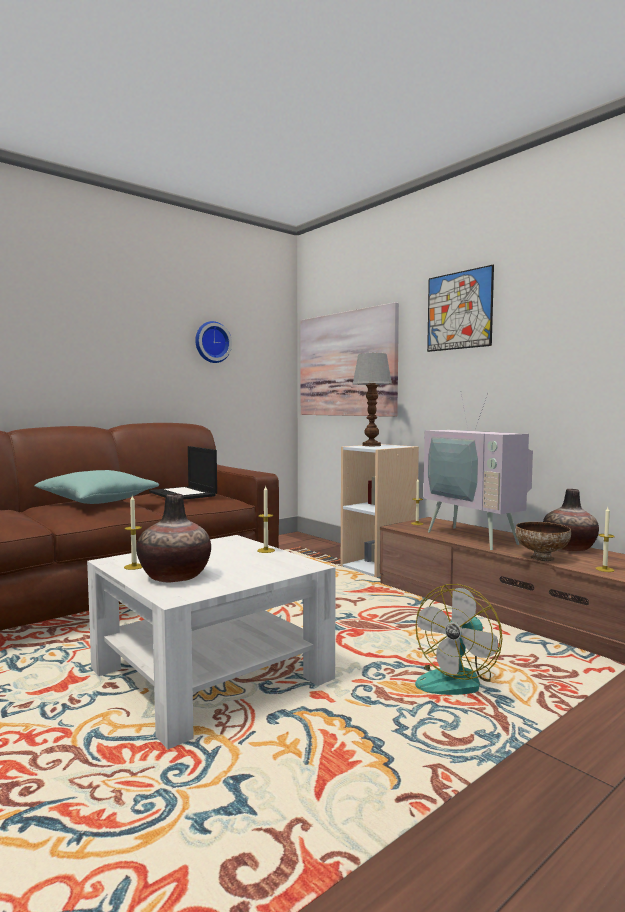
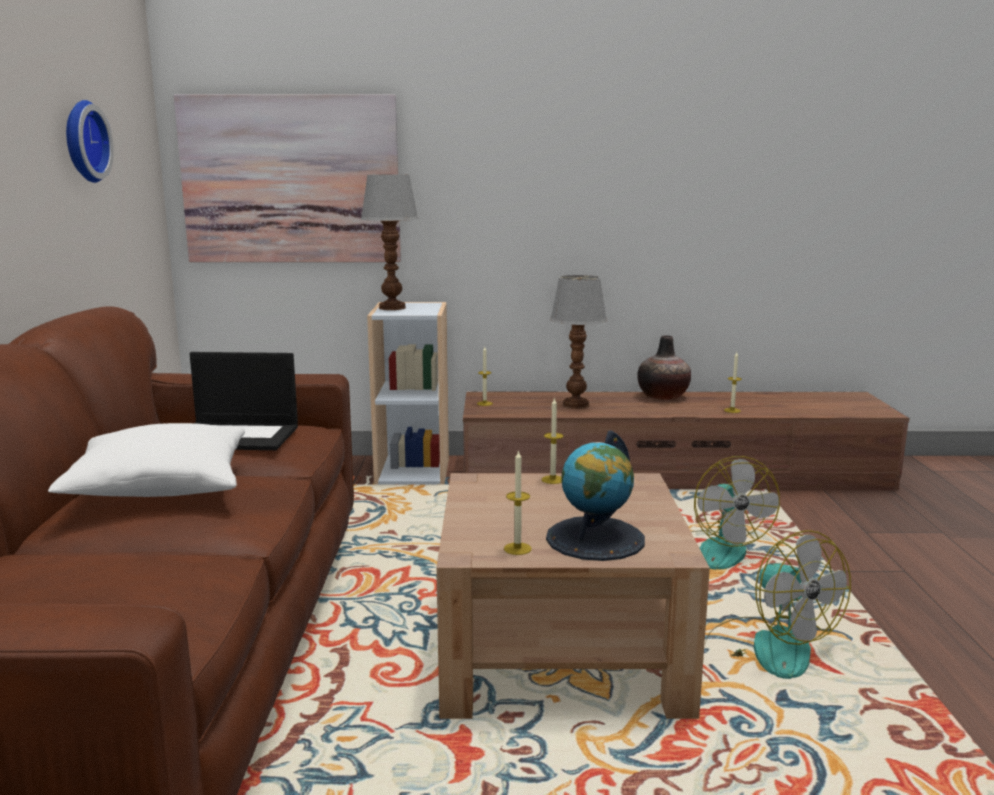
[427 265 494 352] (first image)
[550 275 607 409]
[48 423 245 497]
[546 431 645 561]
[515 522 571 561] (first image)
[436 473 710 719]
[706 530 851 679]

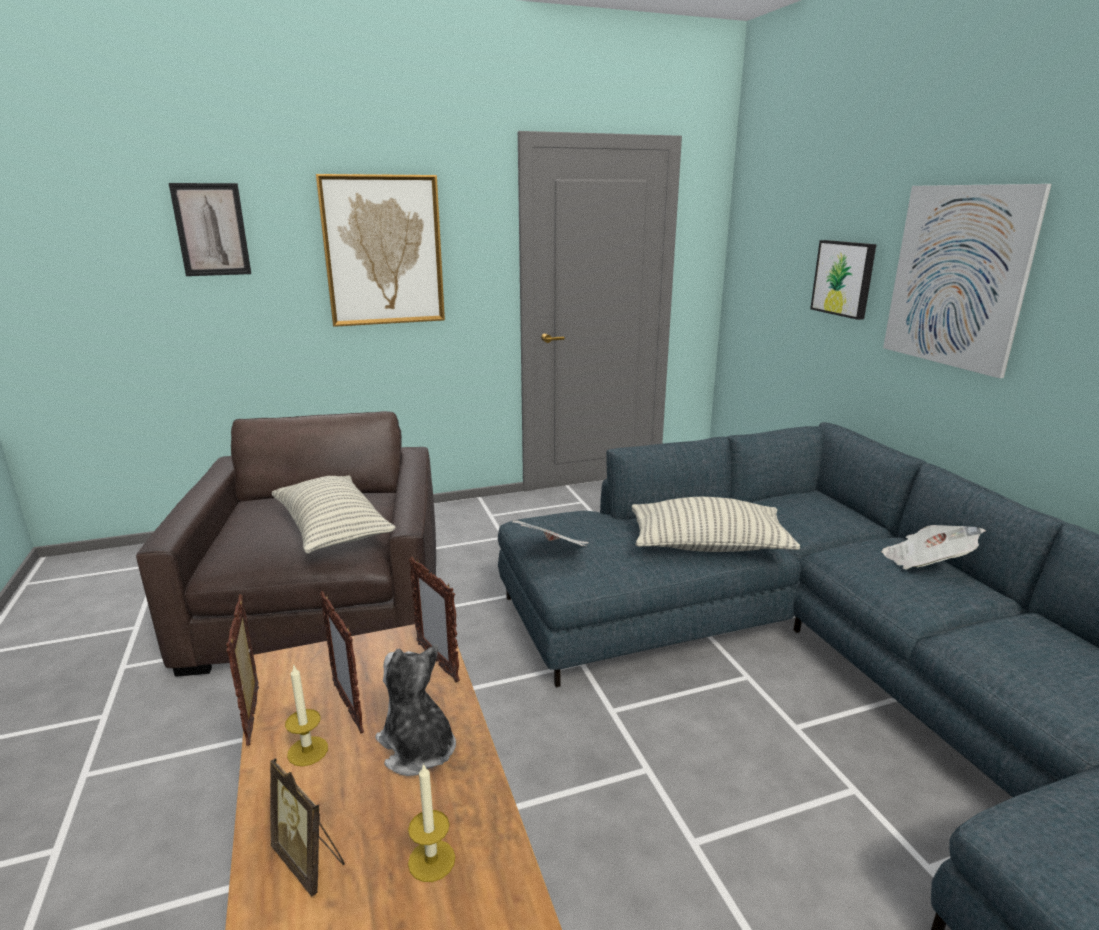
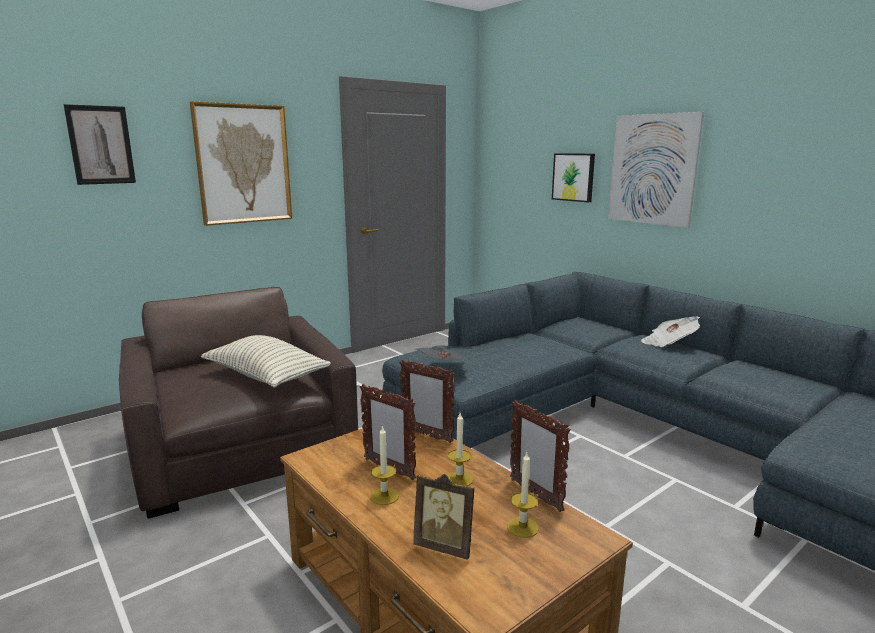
[632 497 800 552] (first image)
[510 400 571 512]
[447 413 473 486]

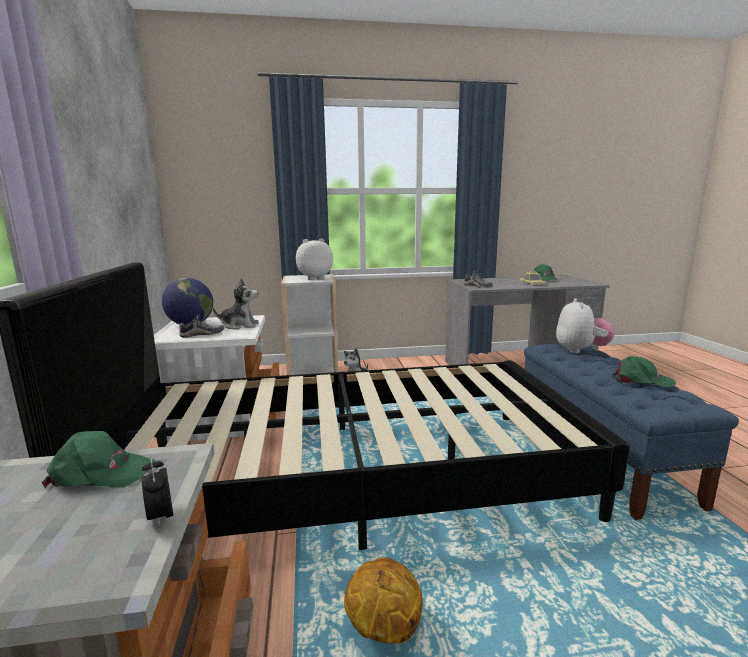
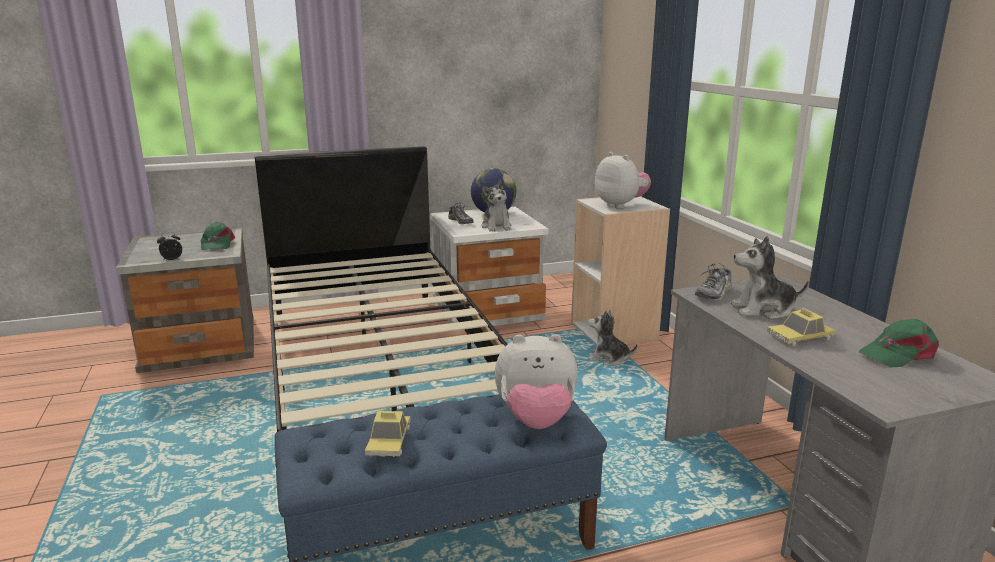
[365 411 411 457]
[344 558 423 644] (first image)
[731 236 809 319]

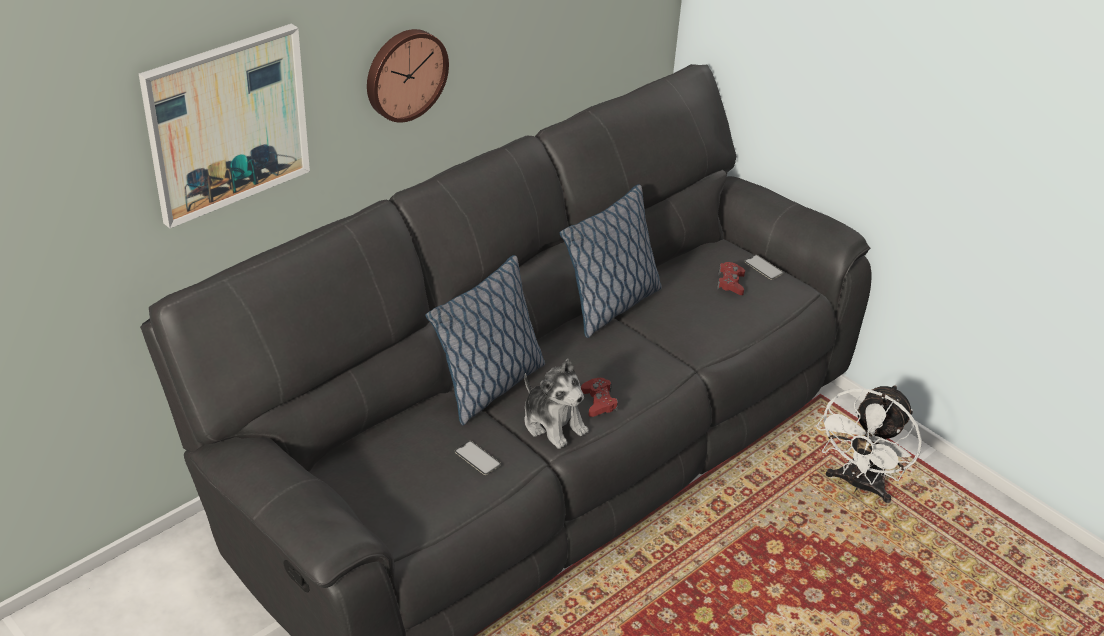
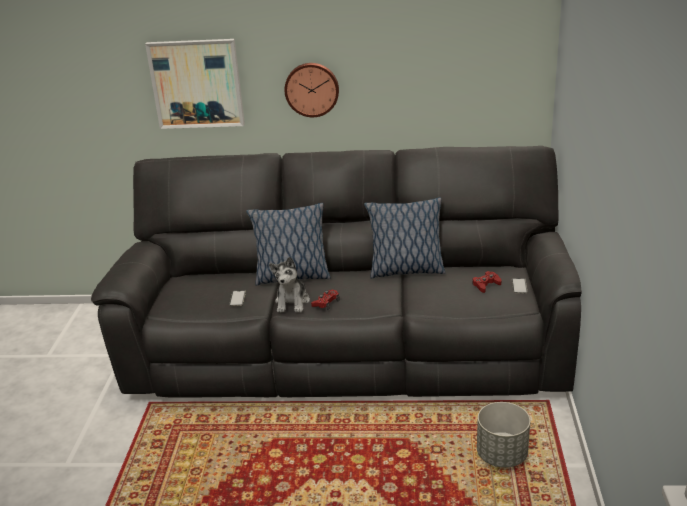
[477 402 530 468]

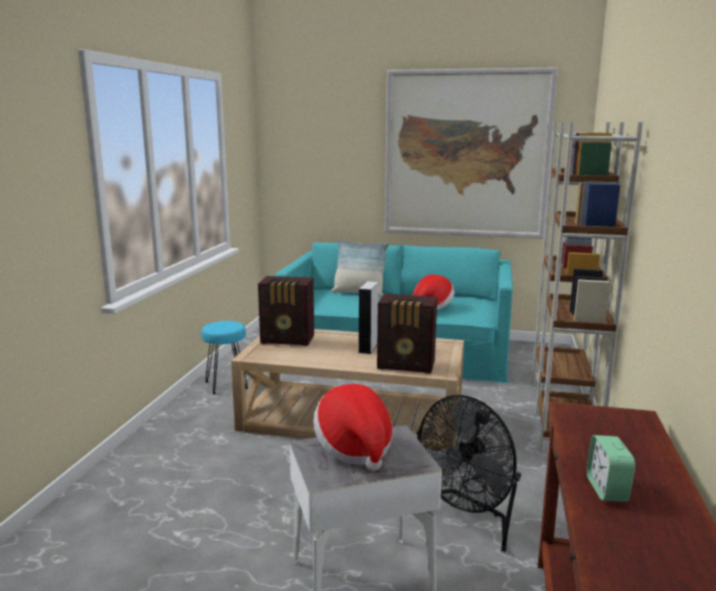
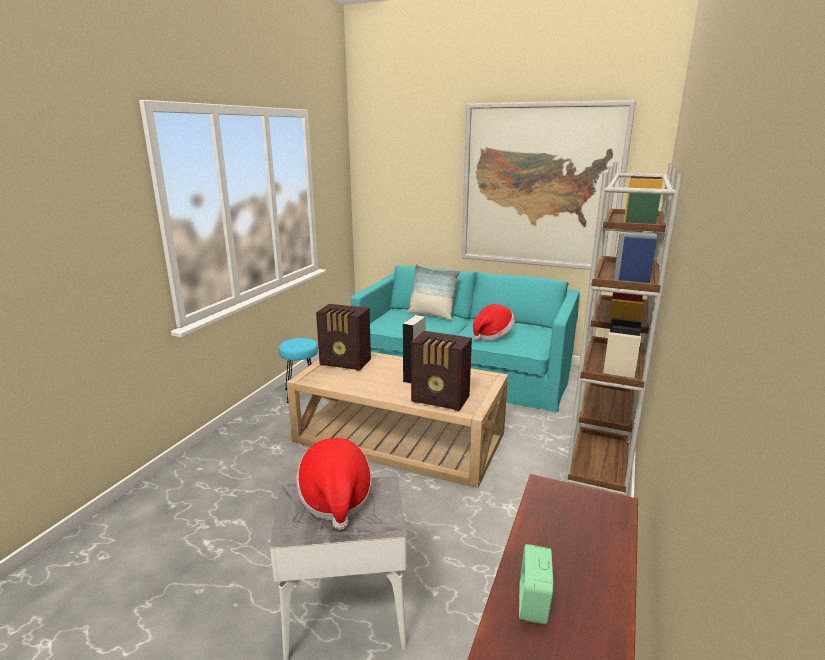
[416 395 521 552] (first image)

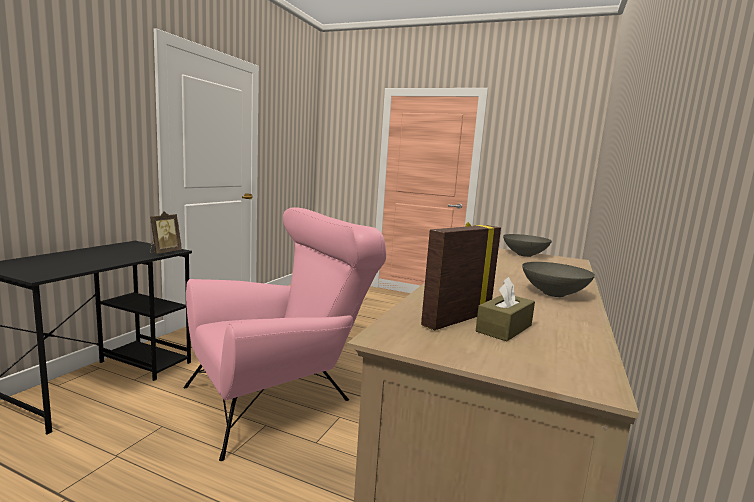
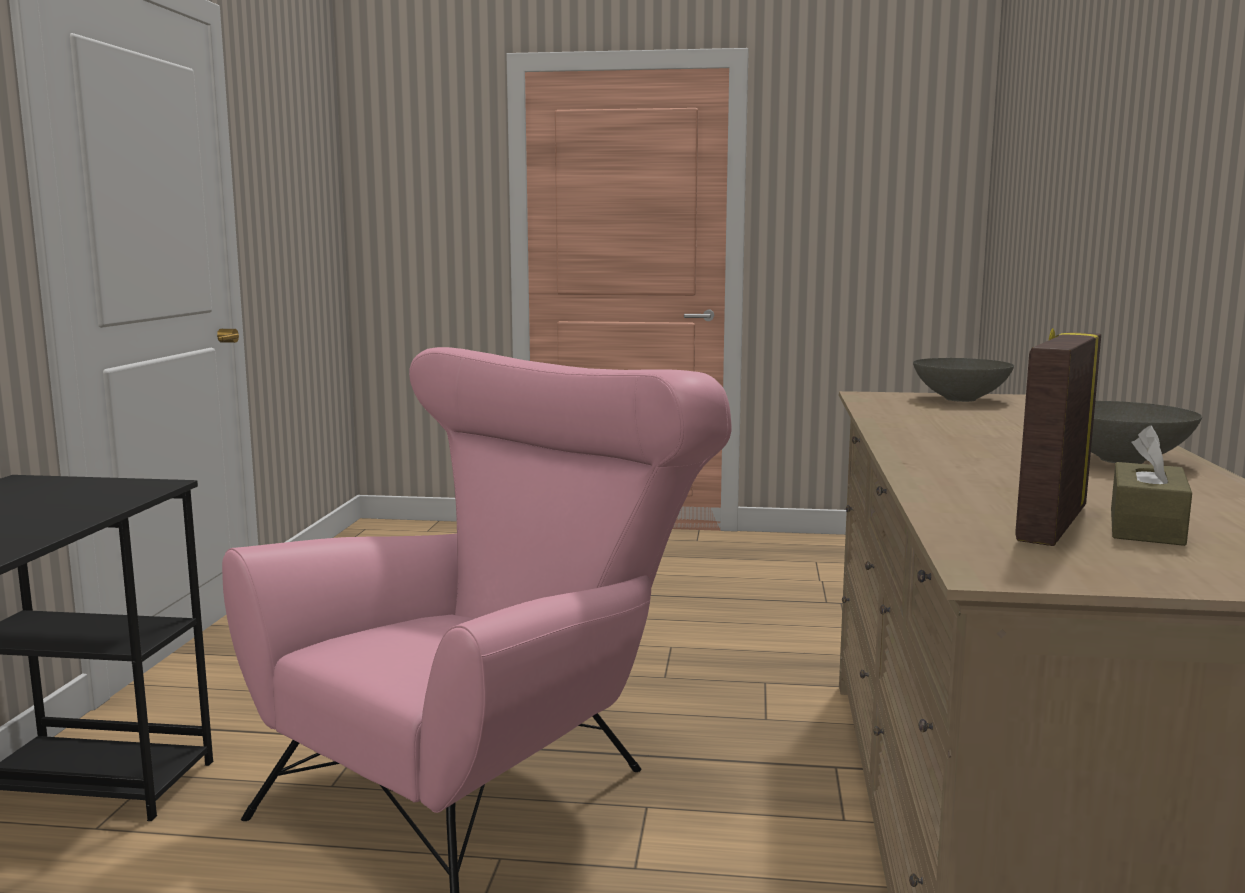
[150 211 182 254] (first image)

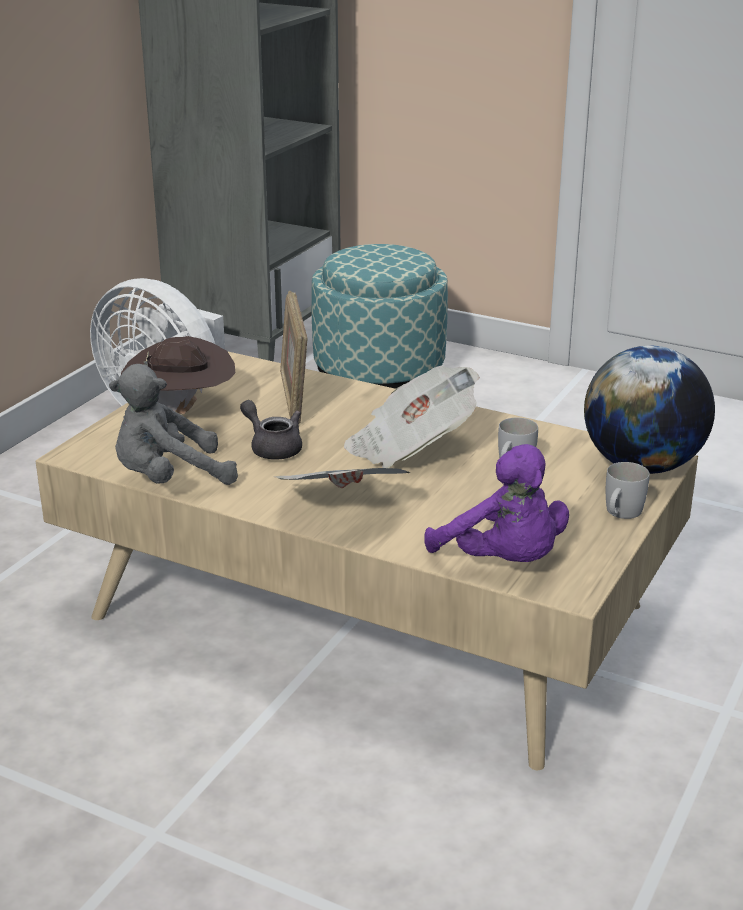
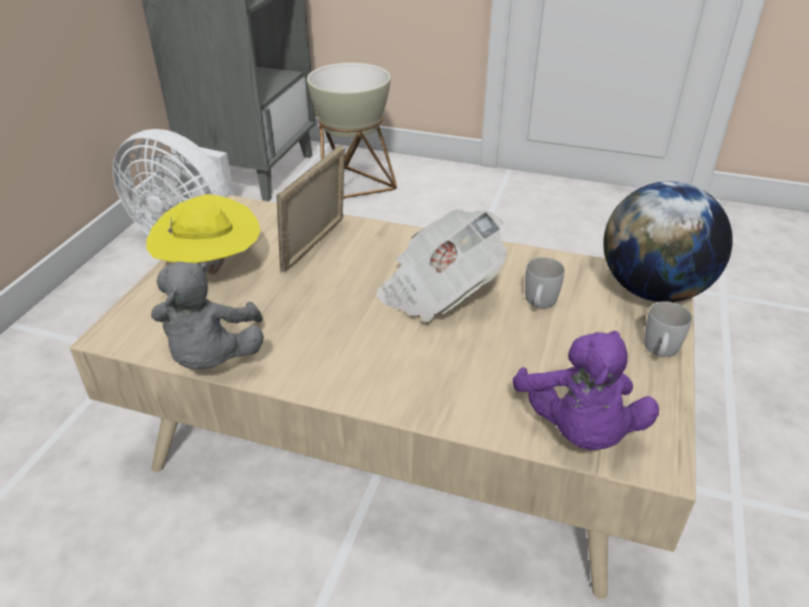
[307 63 397 198]
[276 145 345 272]
[146 194 260 276]
[151 261 264 370]
[240 400 302 460] (first image)
[513 331 659 450]
[275 468 410 488] (first image)

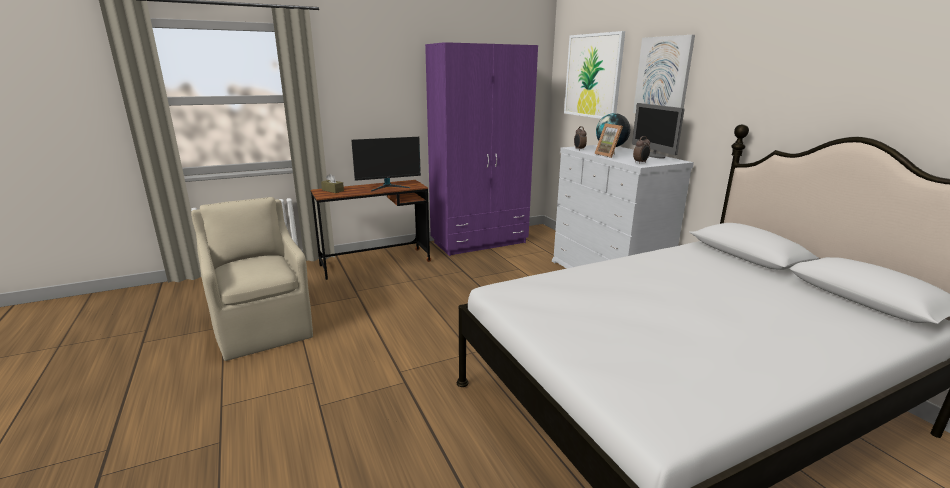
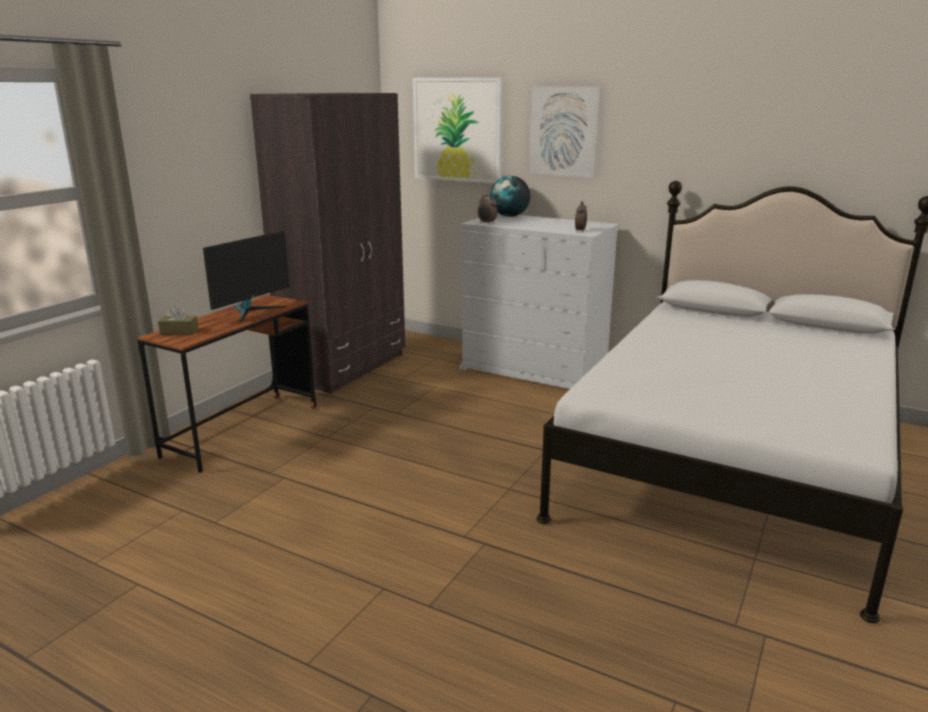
[250 93 405 394]
[632 103 685 159] (first image)
[594 123 623 158] (first image)
[191 197 313 361] (first image)

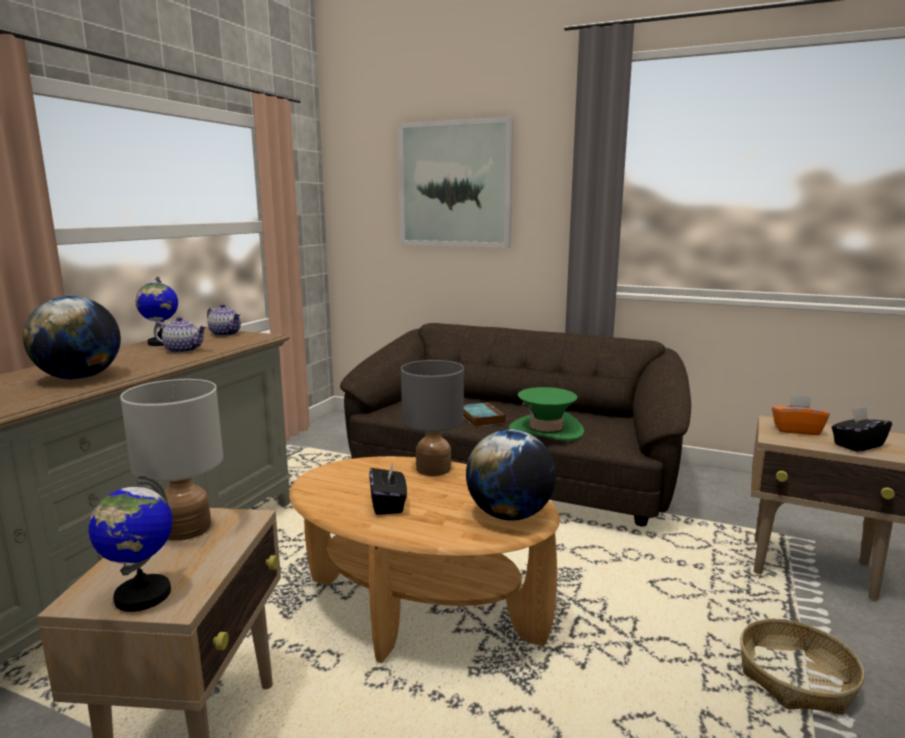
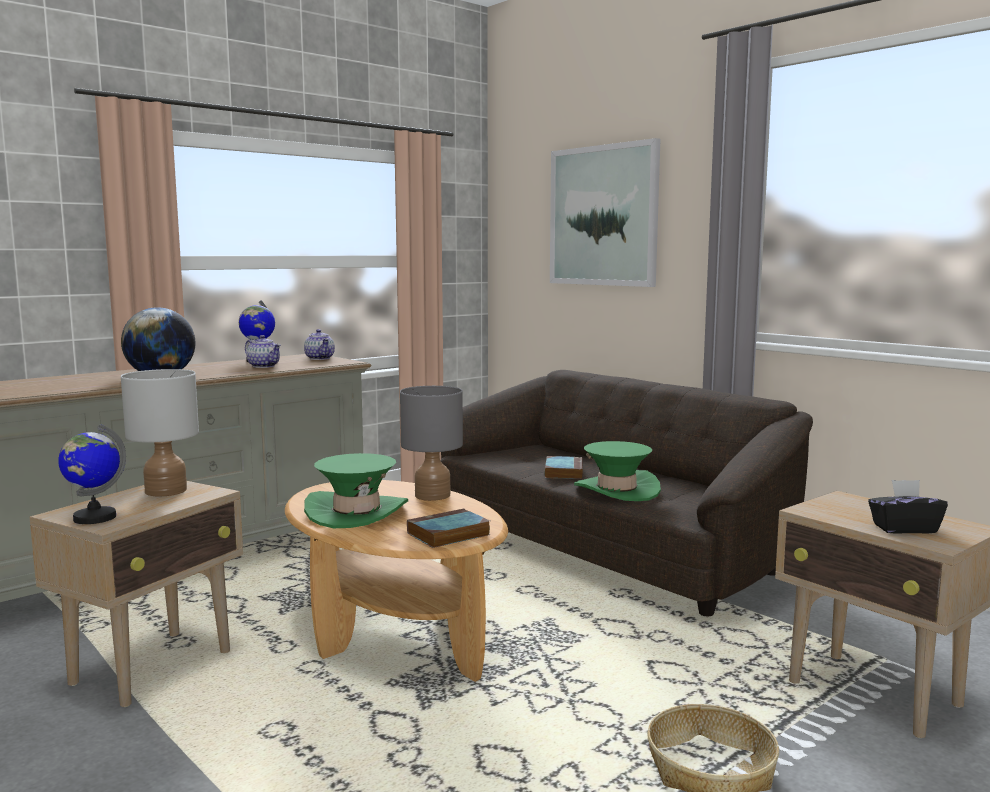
[772 394 829 435] (first image)
[407 509 490 548]
[304 453 408 528]

